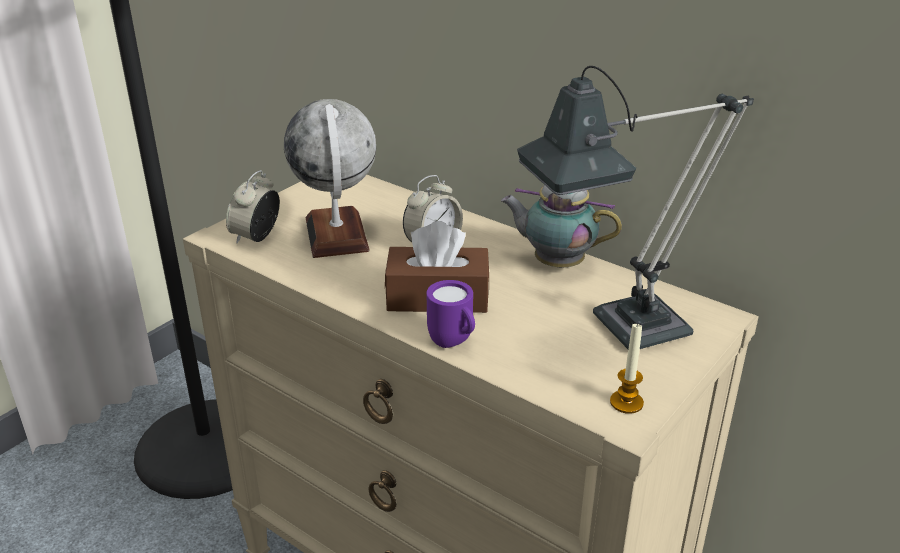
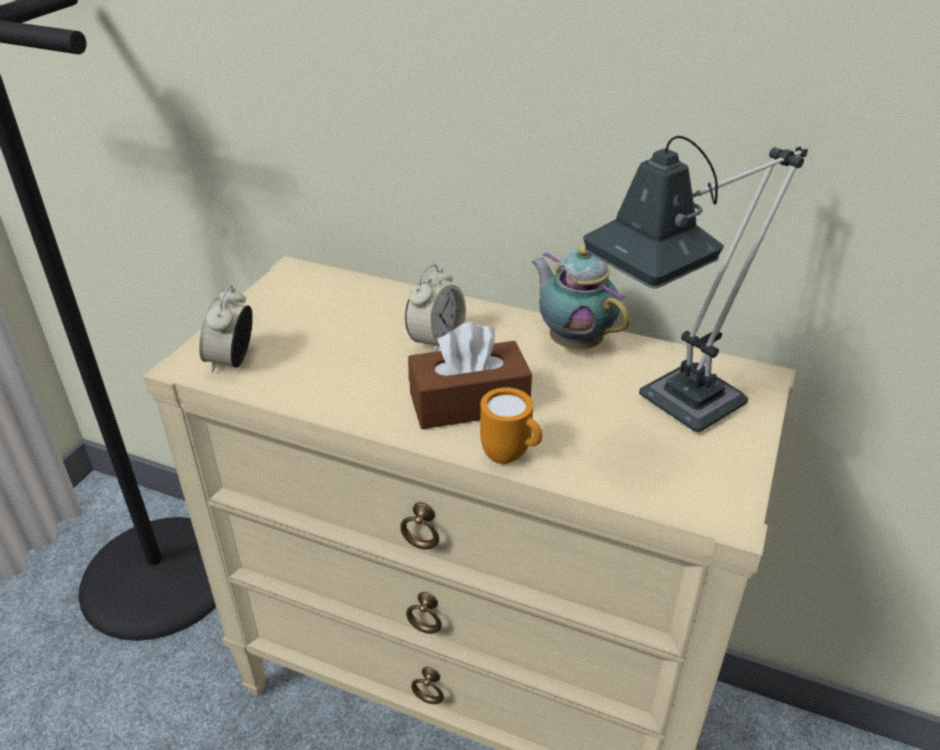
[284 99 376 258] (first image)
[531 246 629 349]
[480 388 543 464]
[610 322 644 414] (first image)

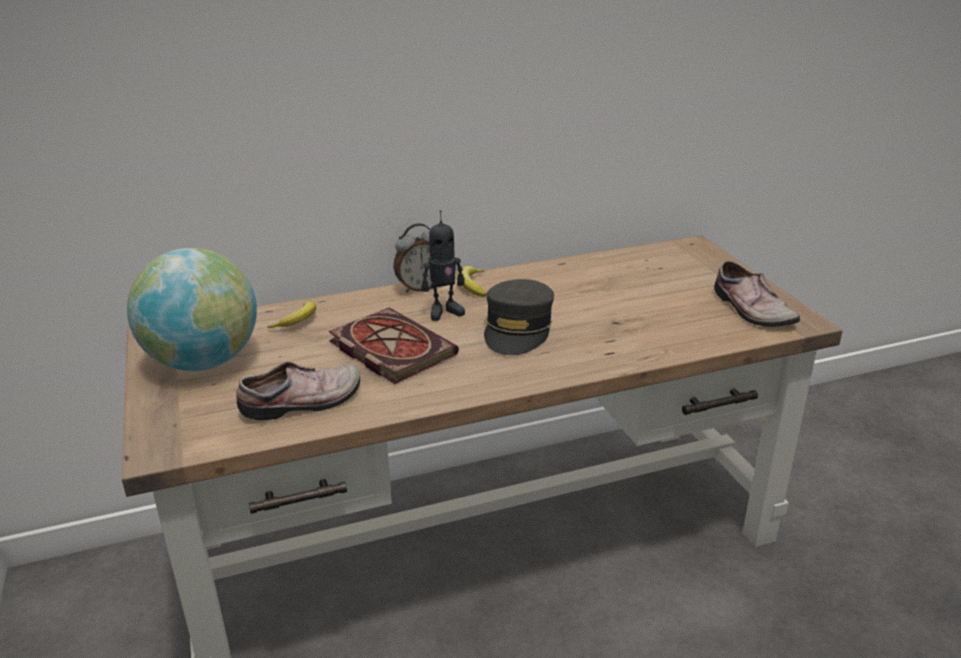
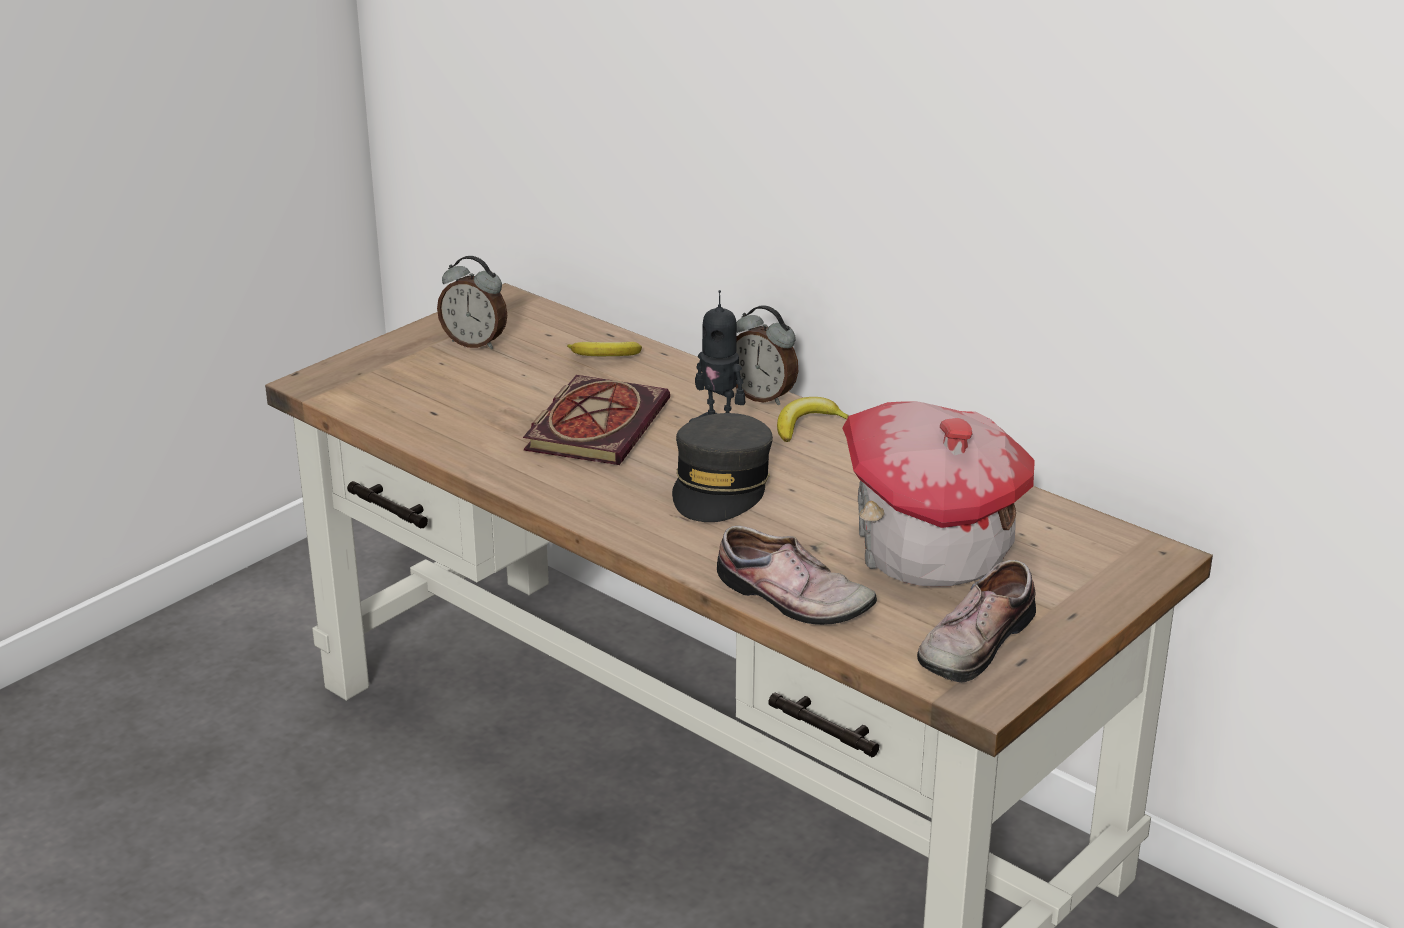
[437 256 507 349]
[672 413 773 522]
[717 526 877 625]
[842 401 1035 587]

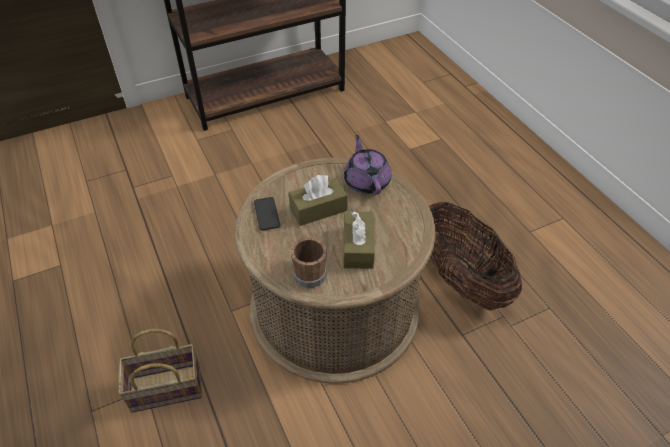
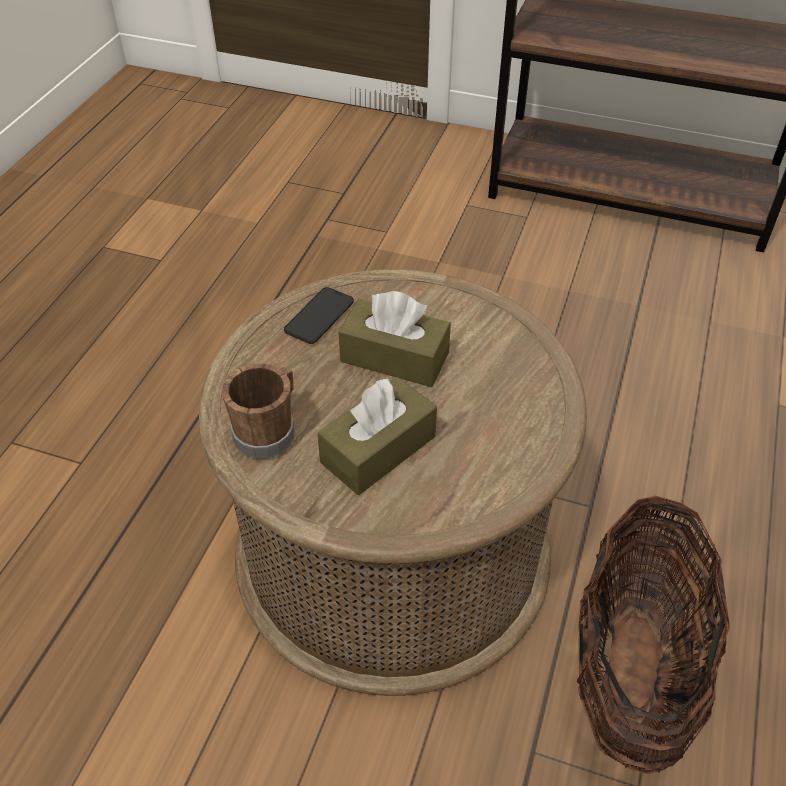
[344 135 391 195] (first image)
[118 329 202 413] (first image)

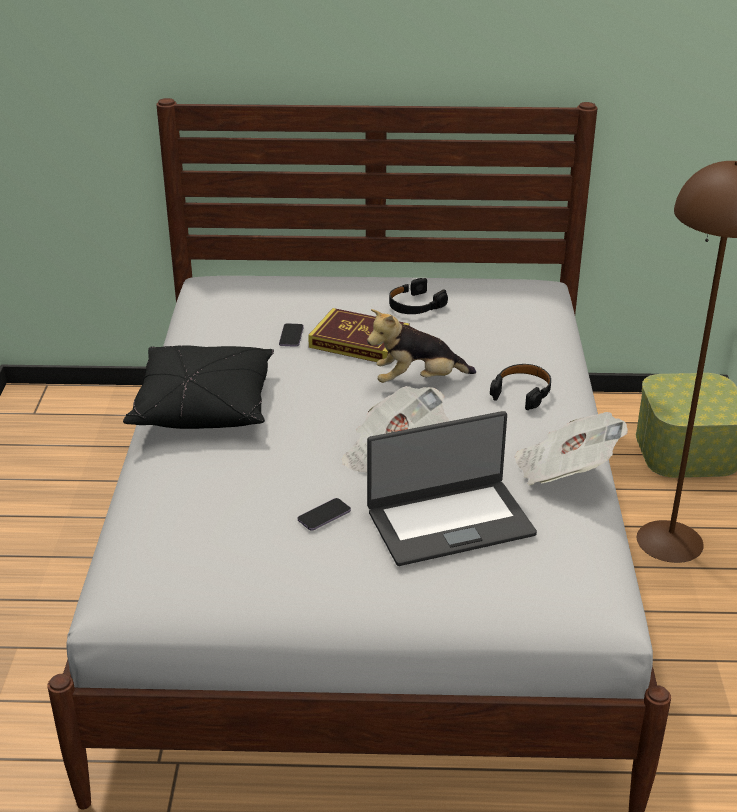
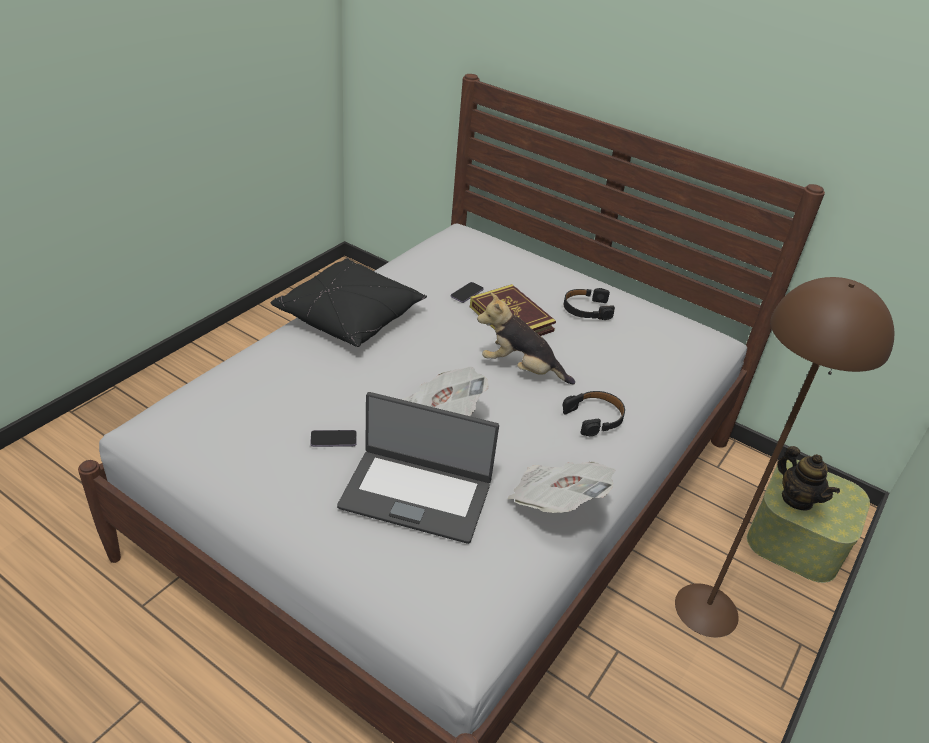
[777 446 840 511]

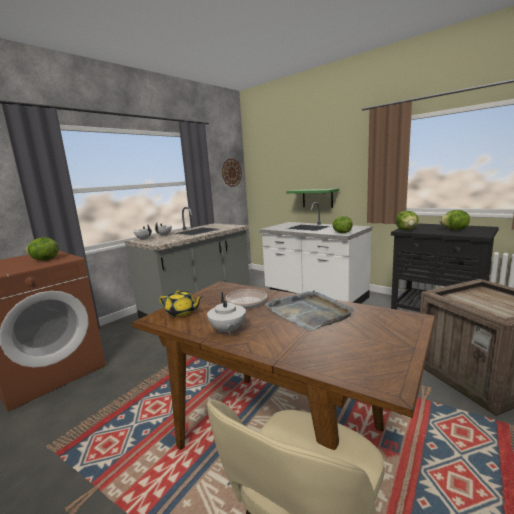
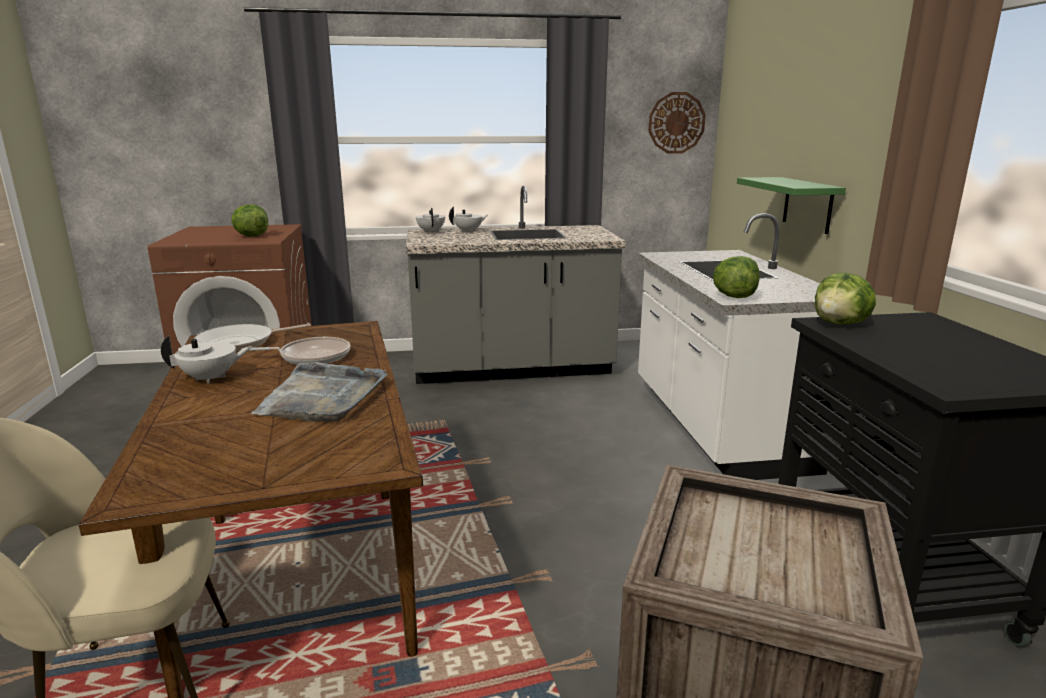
[439 210 470 230] (first image)
[194 324 311 352]
[161 335 252 384]

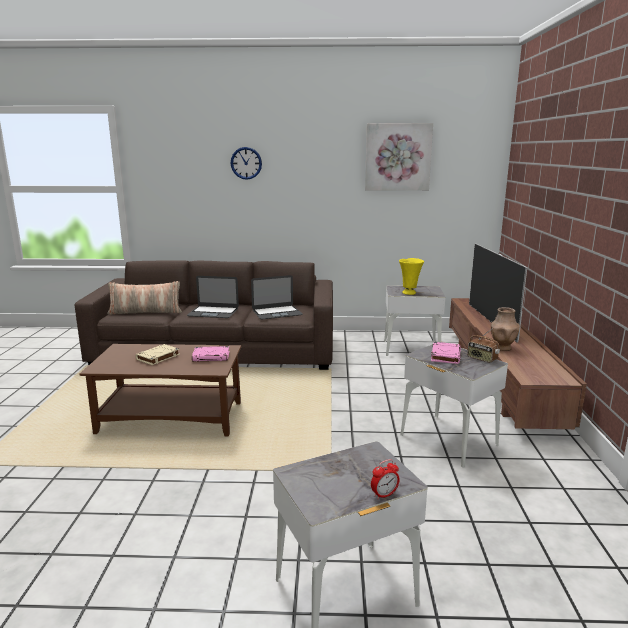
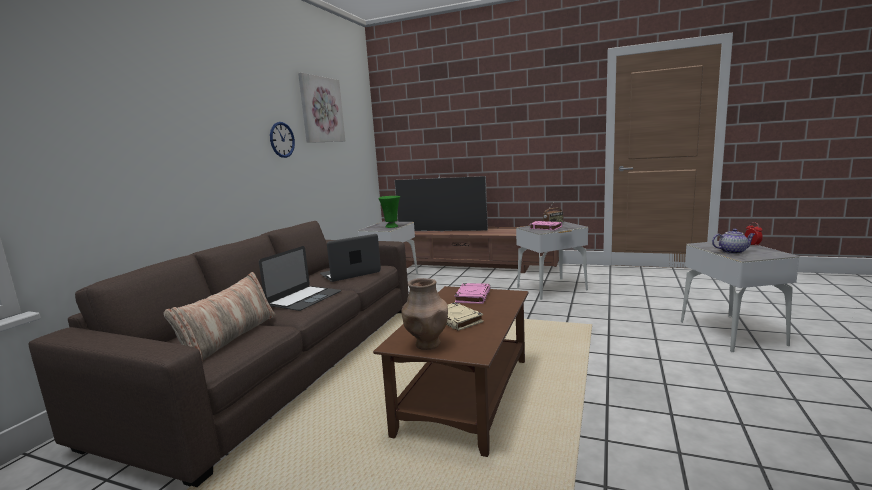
[270 122 295 158]
[378 196 400 228]
[320 234 381 282]
[402 278 448 350]
[712 228 755 254]

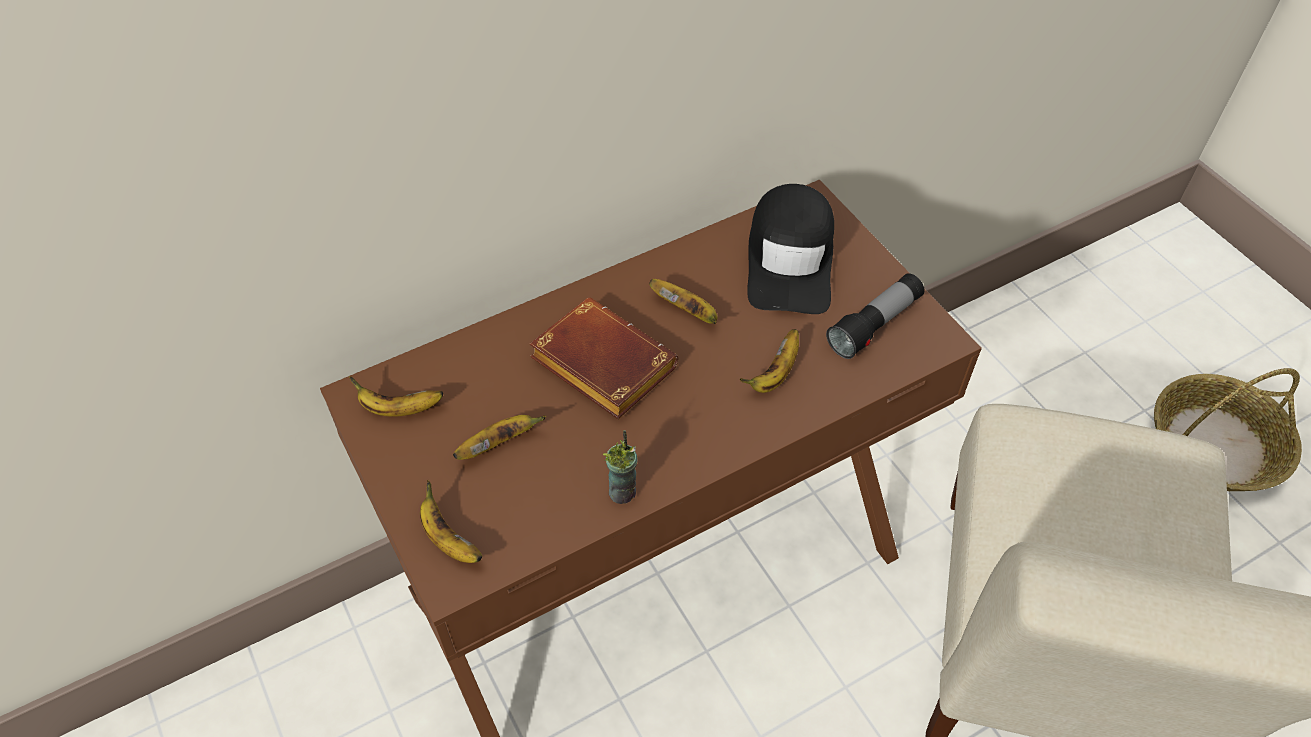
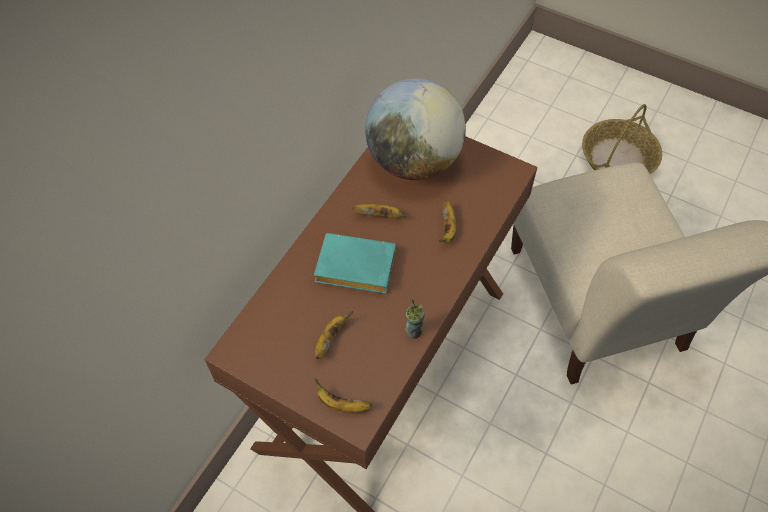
[365 78 466 180]
[826 273 924 359] (first image)
[314 233 396 294]
[349 376 443 417] (first image)

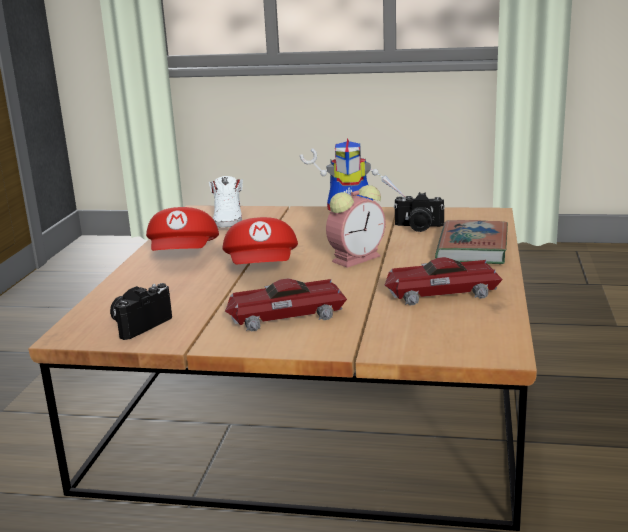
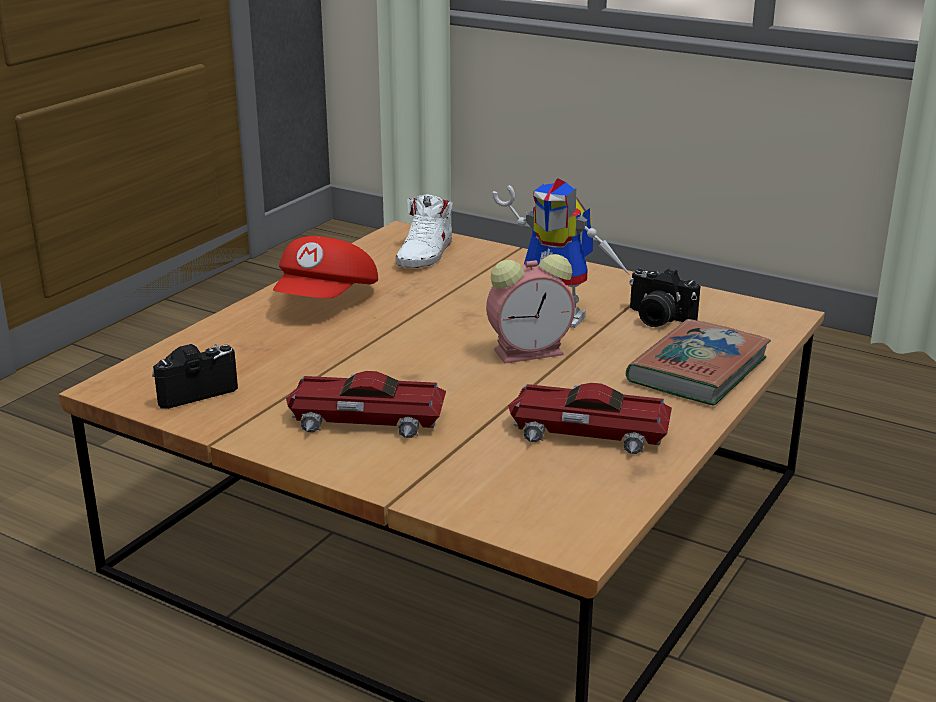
[222 217 298 264] (first image)

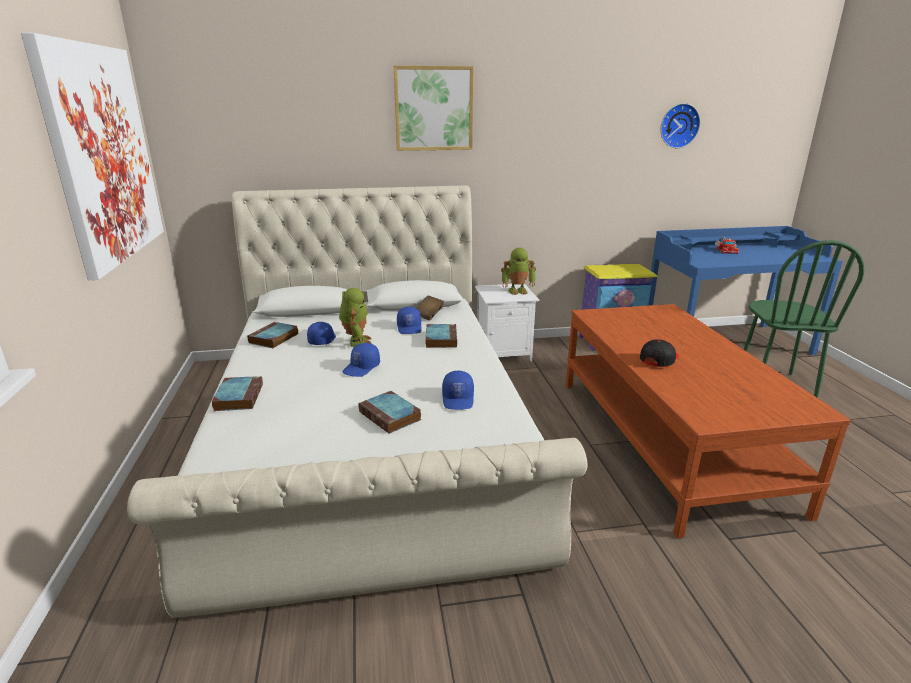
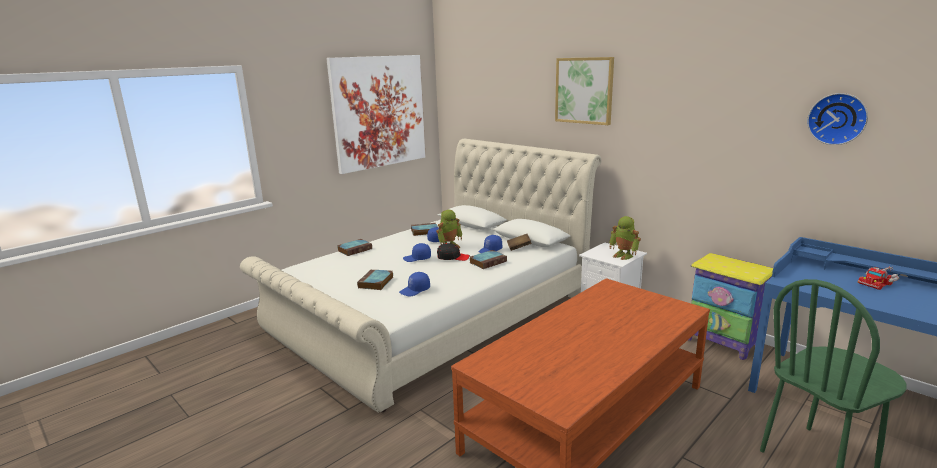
[437 243 470 261]

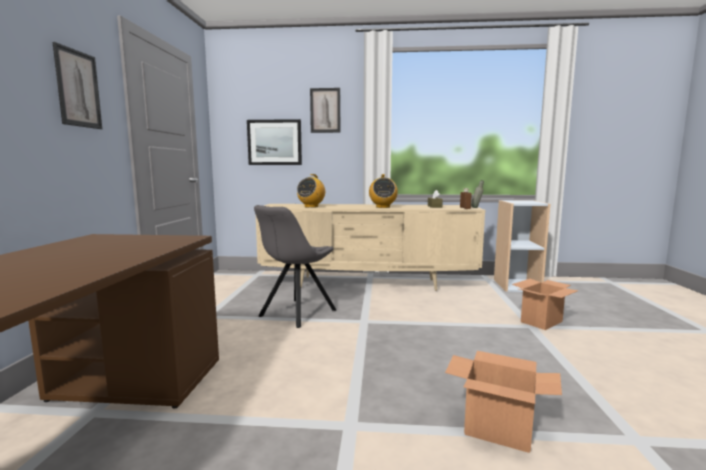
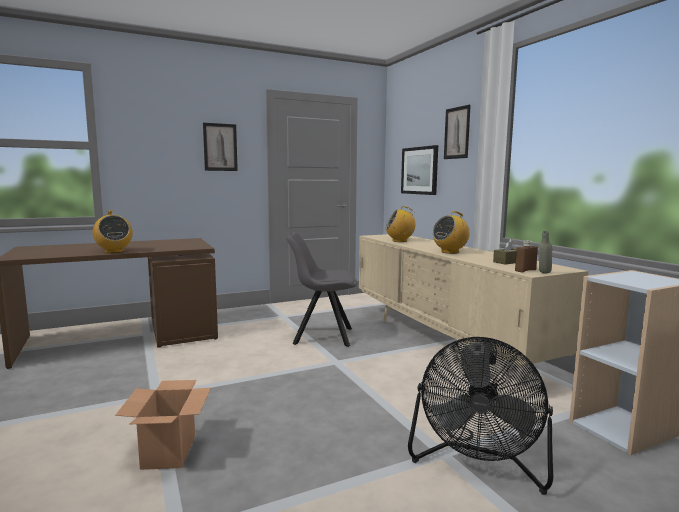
[408 337 553 495]
[93 210 133 253]

